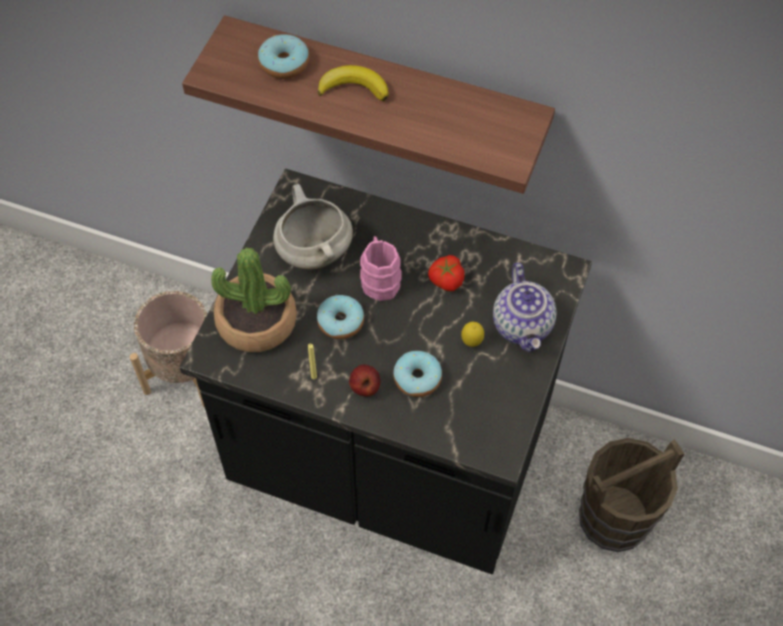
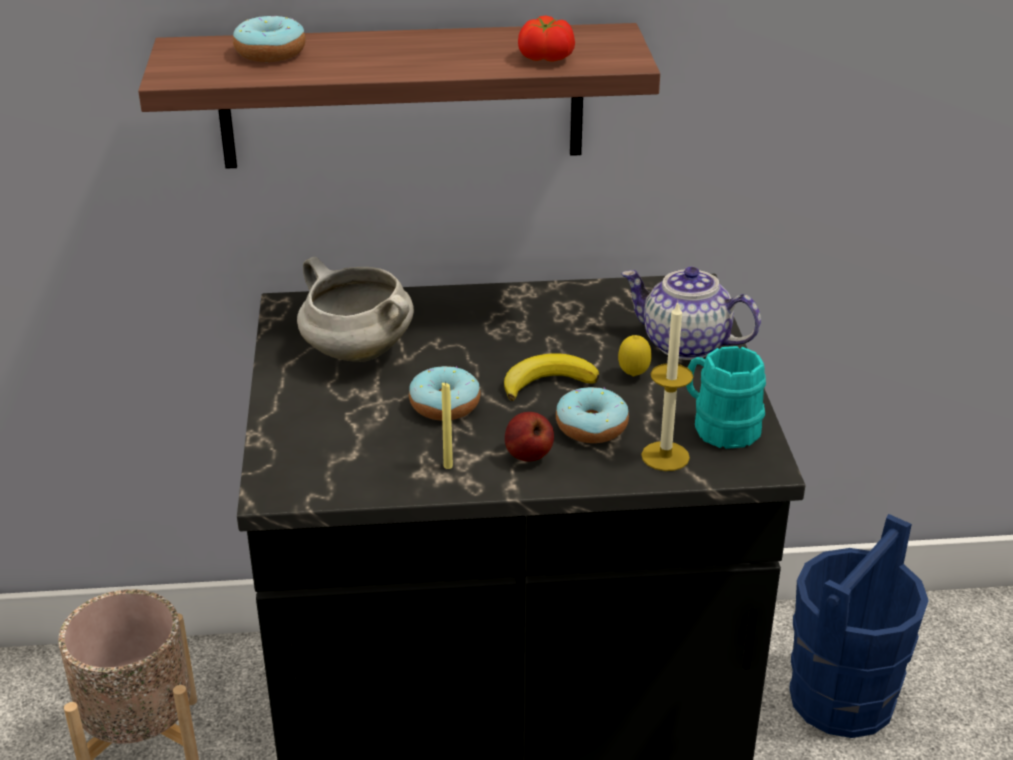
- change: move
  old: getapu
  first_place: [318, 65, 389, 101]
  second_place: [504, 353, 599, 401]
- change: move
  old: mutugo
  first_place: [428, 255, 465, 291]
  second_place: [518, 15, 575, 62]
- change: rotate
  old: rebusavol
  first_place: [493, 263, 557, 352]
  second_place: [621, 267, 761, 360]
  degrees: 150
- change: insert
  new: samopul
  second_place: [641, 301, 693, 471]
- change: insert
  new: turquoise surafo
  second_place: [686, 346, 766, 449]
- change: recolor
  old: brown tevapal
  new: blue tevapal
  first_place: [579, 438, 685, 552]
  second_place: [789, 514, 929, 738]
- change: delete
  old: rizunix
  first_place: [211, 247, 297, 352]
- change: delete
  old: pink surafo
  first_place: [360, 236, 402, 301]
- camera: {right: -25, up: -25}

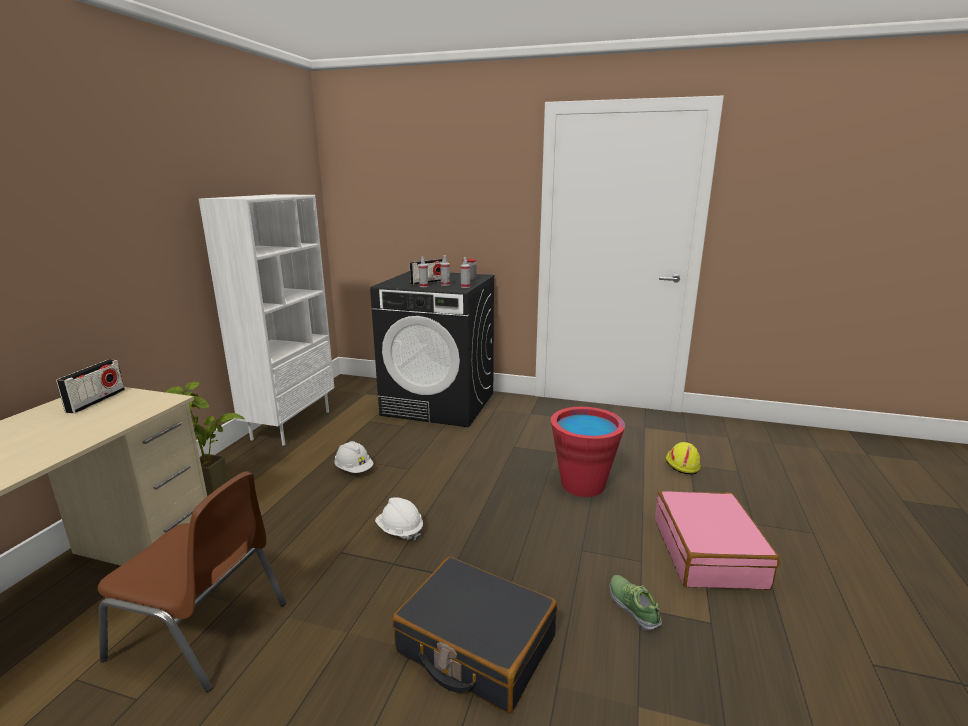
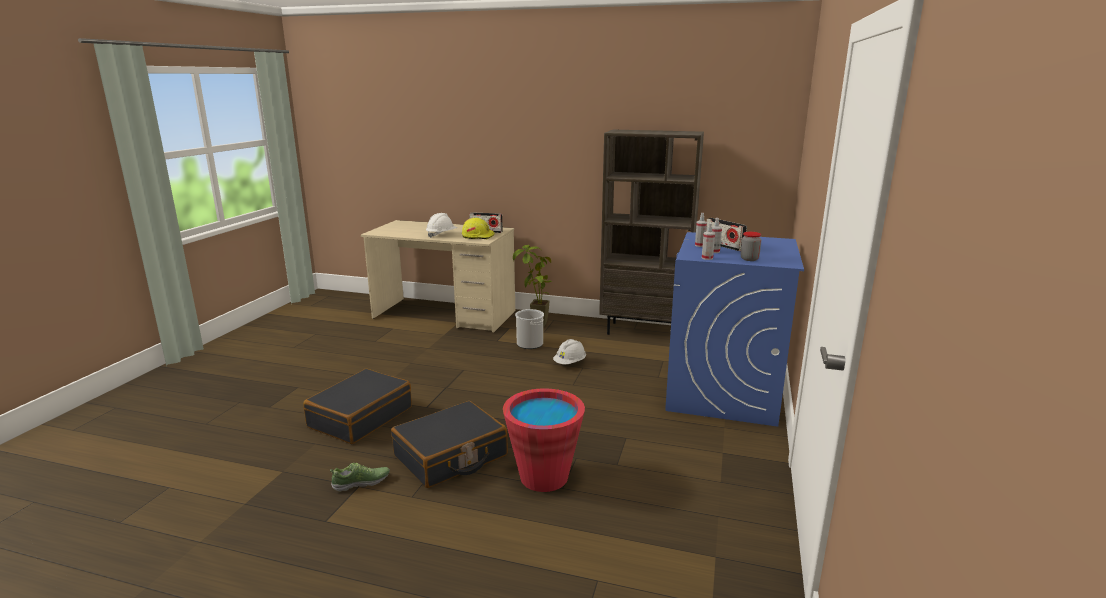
- change: insert
  new: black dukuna
  second_place: [391, 401, 508, 488]
- change: move
  old: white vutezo
  first_place: [375, 497, 423, 540]
  second_place: [426, 213, 457, 238]
- change: move
  old: yellow vutezo
  first_place: [666, 442, 701, 475]
  second_place: [462, 218, 495, 239]
- change: insert
  new: tevapal
  second_place: [515, 309, 544, 349]
- change: recolor
  old: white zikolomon
  new: brown zikolomon
  first_place: [199, 194, 334, 445]
  second_place: [599, 130, 704, 335]
- change: recolor
  old: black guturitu
  new: blue guturitu
  first_place: [370, 271, 495, 427]
  second_place: [665, 232, 804, 427]
- change: delete
  old: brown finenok
  first_place: [98, 471, 286, 692]
- change: delete
  old: pink dukuna
  first_place: [655, 491, 780, 590]
- camera: {right: 90, up: 0}

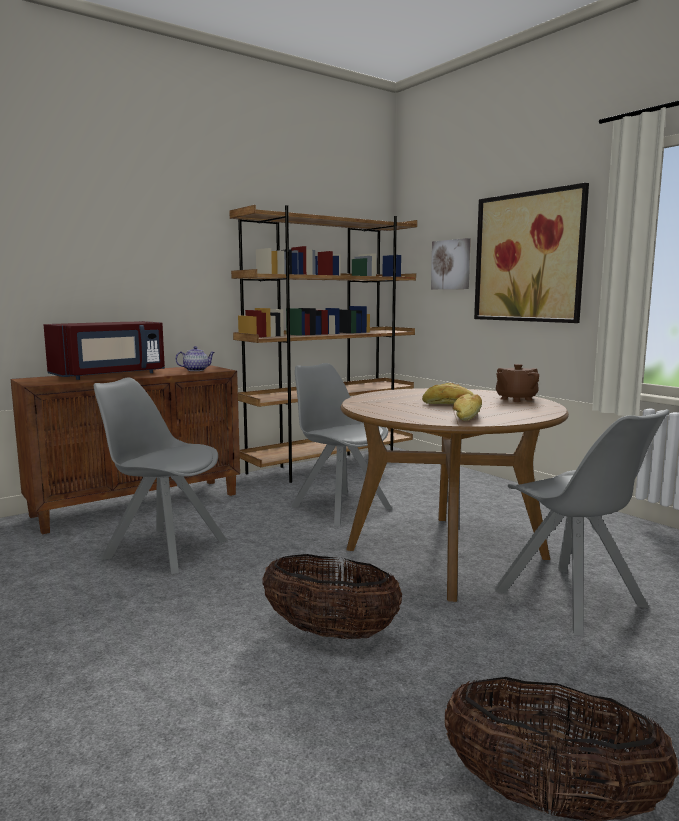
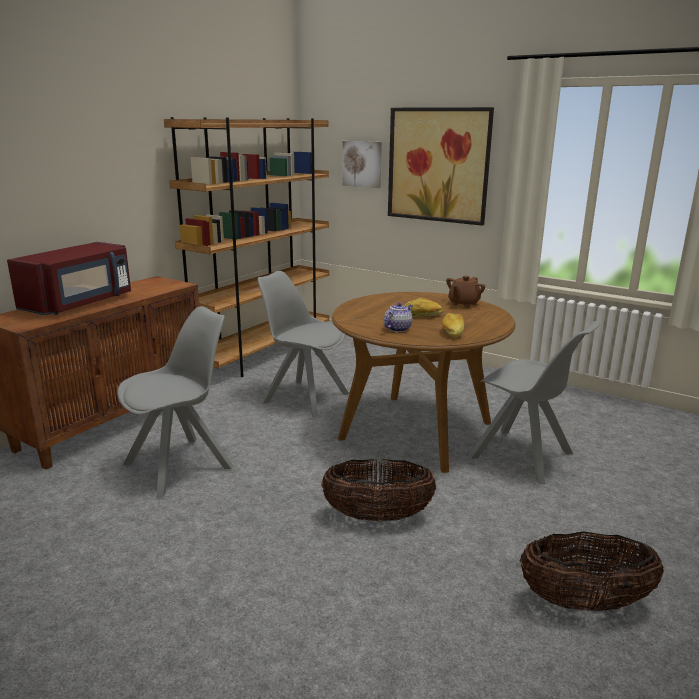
- change: rotate
  old: grey finenok
  first_place: [94, 378, 227, 574]
  second_place: [117, 306, 233, 497]
  degrees: 135
- change: move
  old: rebusavol
  first_place: [175, 346, 215, 371]
  second_place: [384, 302, 413, 332]
- camera: {right: -20, up: 10}

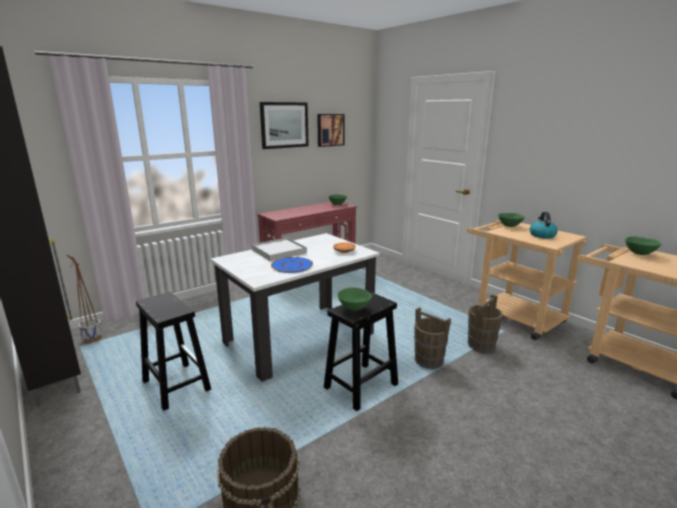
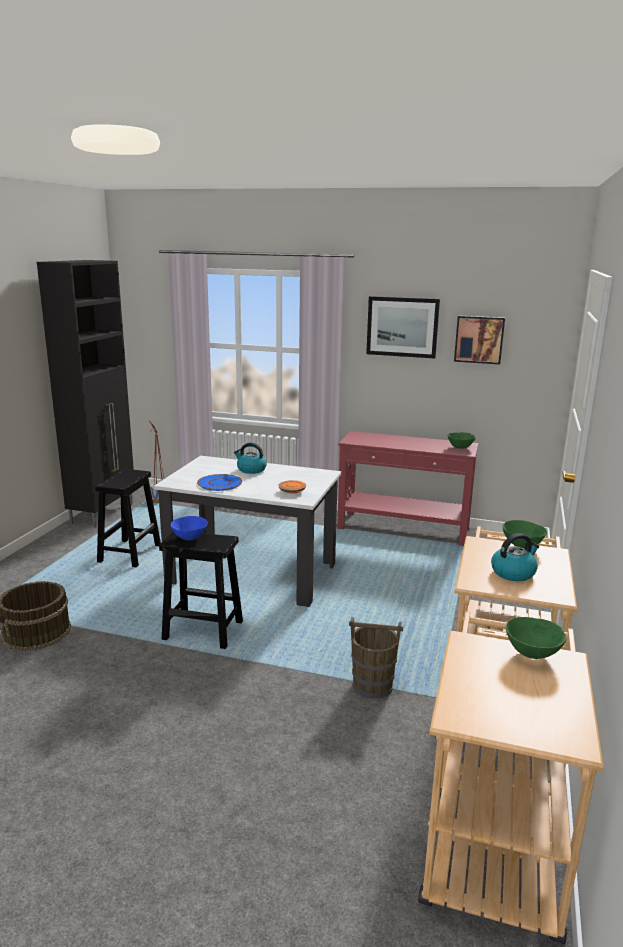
- change: recolor
  old: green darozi
  new: blue darozi
  first_place: [337, 288, 372, 311]
  second_place: [170, 516, 208, 540]
- change: replace
  old: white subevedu
  new: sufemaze
  first_place: [252, 238, 307, 261]
  second_place: [234, 443, 267, 474]
- change: delete
  old: brown tevapal
  first_place: [414, 307, 451, 369]
- camera: {right: 55, up: 0}

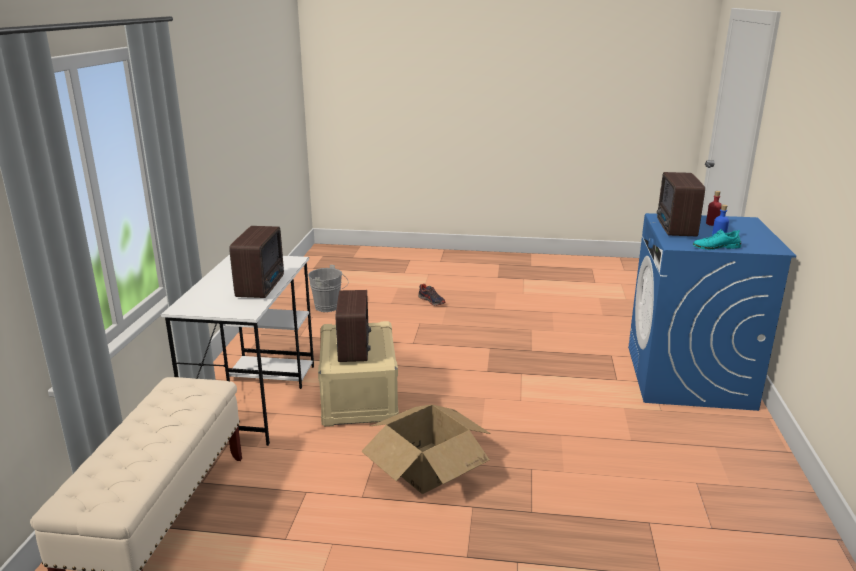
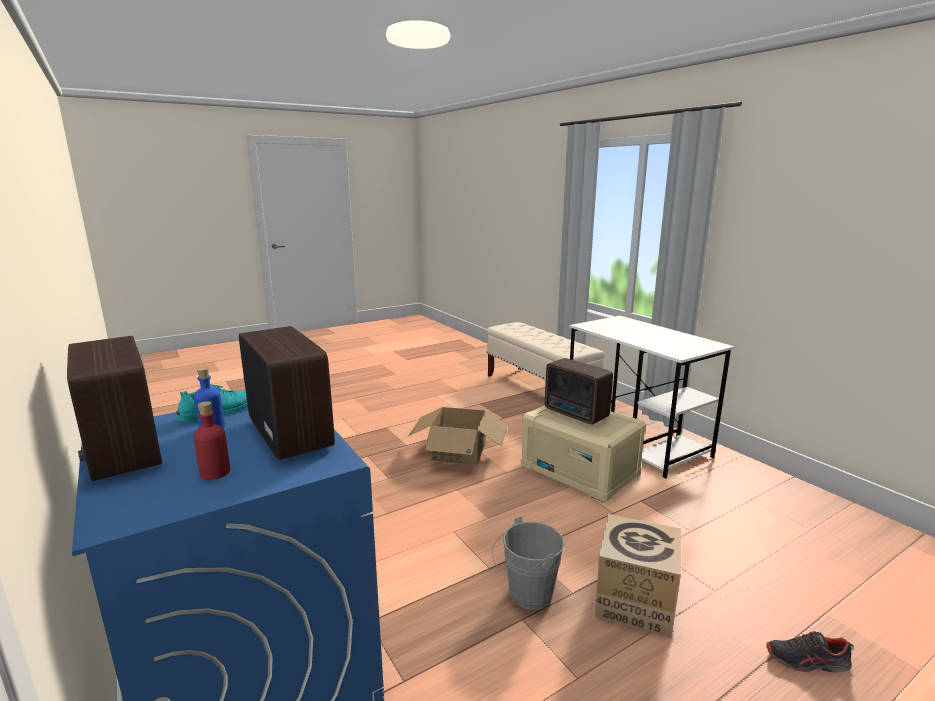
- change: move
  old: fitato
  first_place: [229, 226, 284, 298]
  second_place: [67, 336, 162, 481]
- change: move
  old: grey tevapal
  first_place: [308, 265, 348, 312]
  second_place: [492, 516, 565, 610]
- change: insert
  new: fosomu
  second_place: [595, 514, 681, 639]
- camera: {right: 140, up: -5}

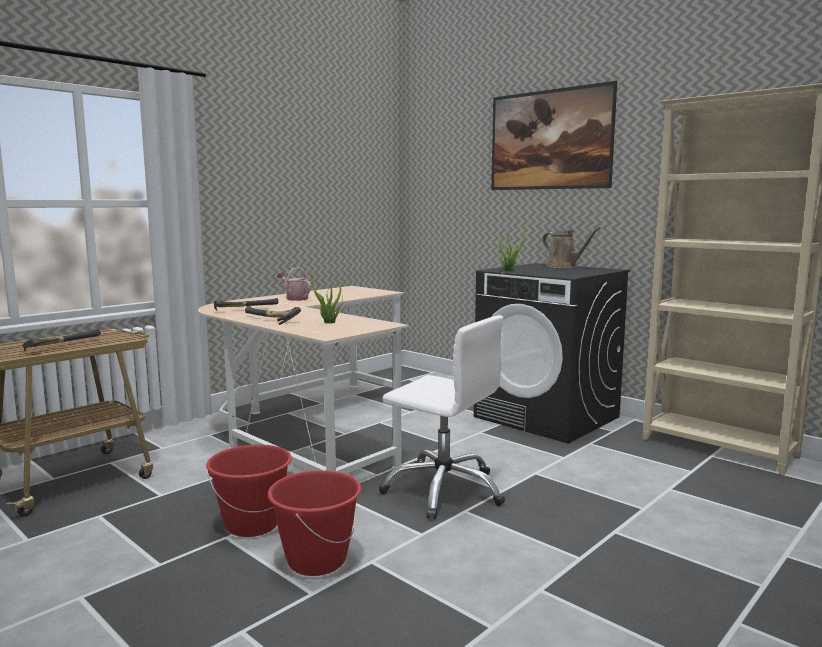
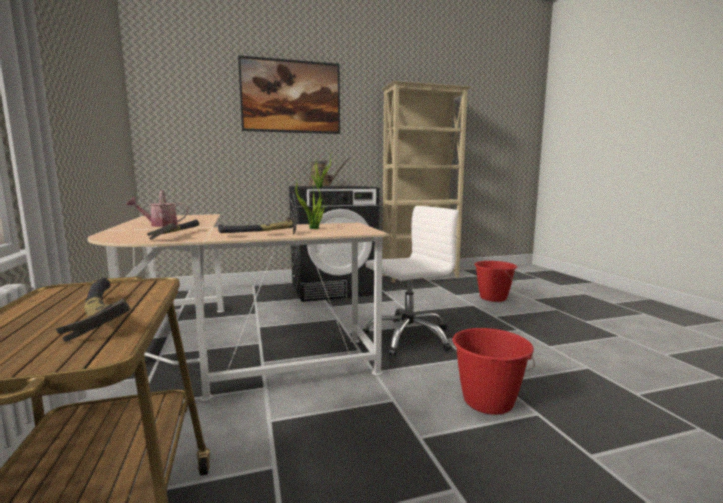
- change: move
  old: red tevapal
  first_place: [206, 445, 294, 537]
  second_place: [474, 261, 517, 302]
- camera: {right: -60, up: 0}

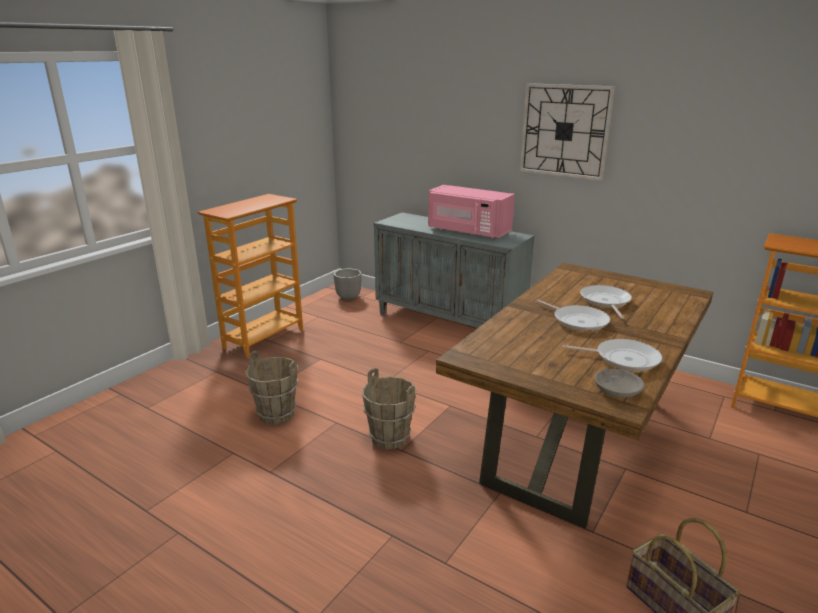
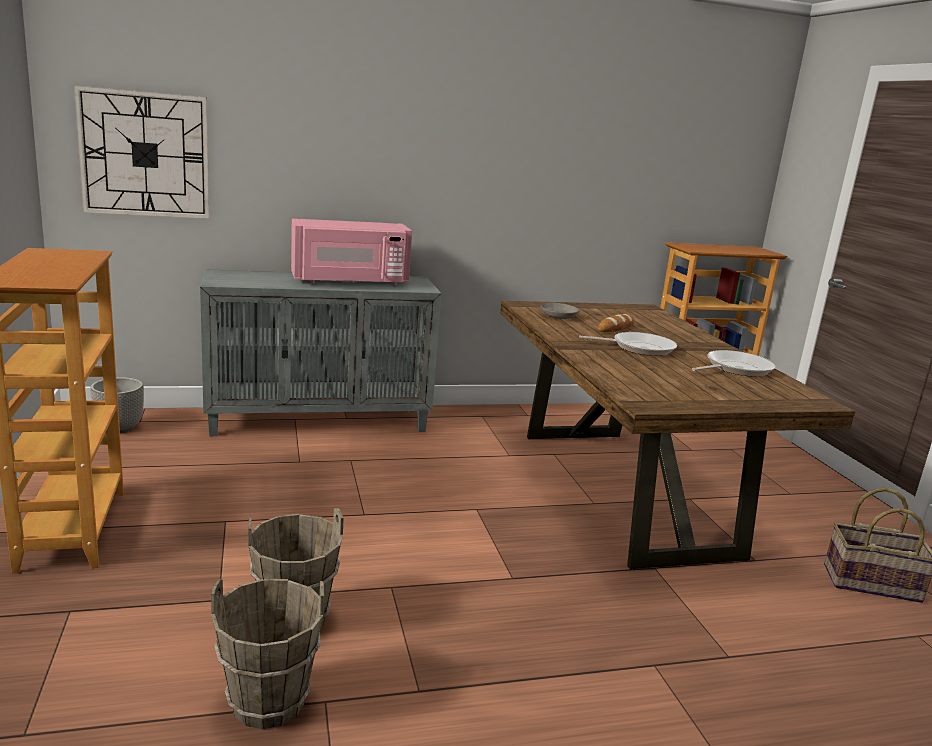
- change: move
  old: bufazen
  first_place: [520, 83, 615, 181]
  second_place: [74, 86, 209, 219]
- change: move
  old: brown tevapal
  first_place: [362, 368, 417, 449]
  second_place: [211, 579, 324, 729]
- change: move
  old: grey darozi
  first_place: [595, 369, 645, 398]
  second_place: [540, 303, 579, 319]
- change: replace
  old: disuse
  new: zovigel
  first_place: [580, 285, 632, 319]
  second_place: [598, 314, 635, 332]
- camera: {right: -50, up: -5}

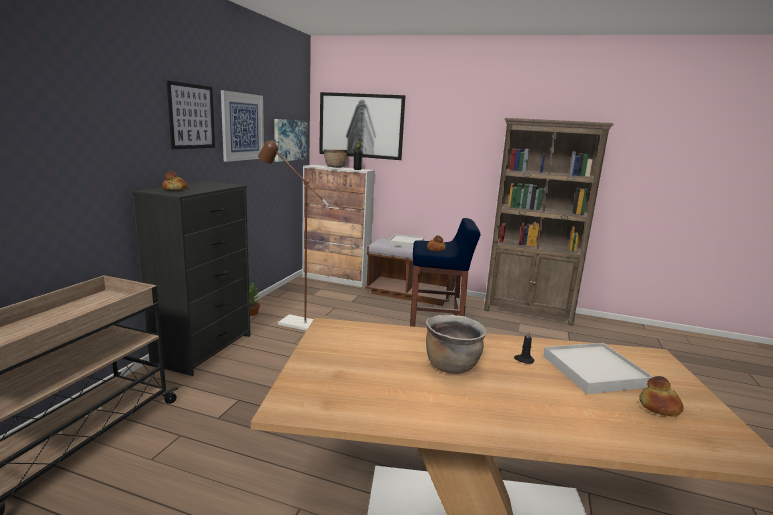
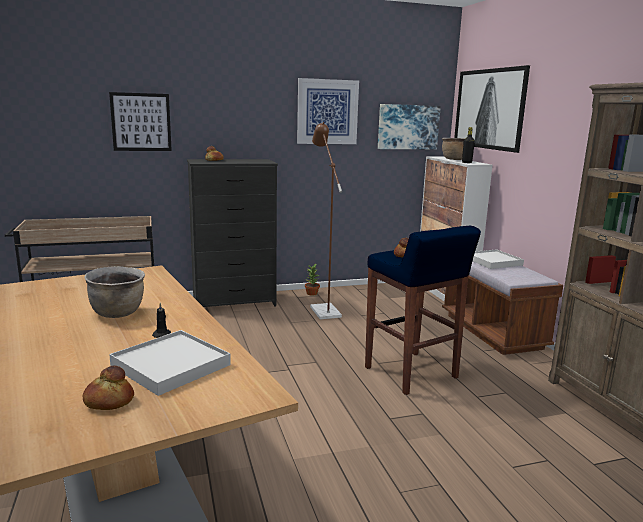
- change: move
  old: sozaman
  first_place: [167, 81, 215, 149]
  second_place: [109, 92, 172, 151]
- camera: {right: 55, up: 0}

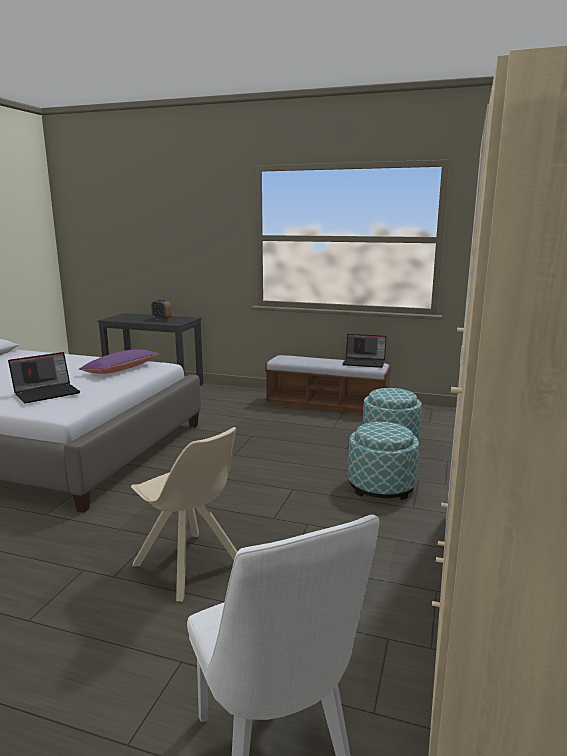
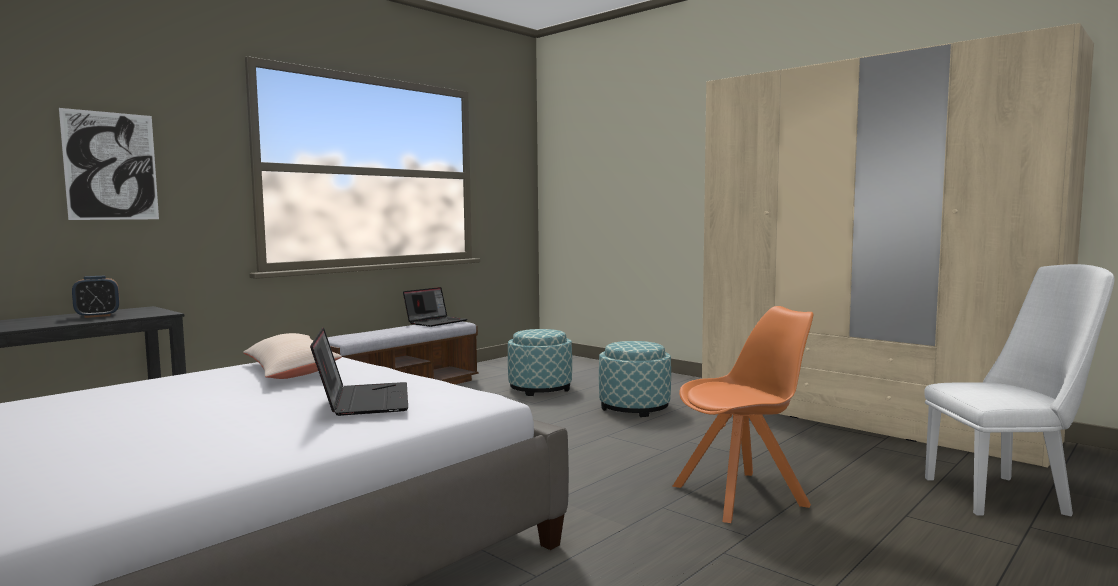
- change: insert
  new: sozaman
  second_place: [59, 108, 159, 220]
- change: recolor
  old: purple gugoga
  new: beige gugoga
  first_place: [79, 349, 160, 374]
  second_place: [243, 333, 342, 379]
- change: recolor
  old: beige finenok
  new: orange finenok
  first_place: [131, 427, 237, 601]
  second_place: [672, 306, 814, 523]
- camera: {right: -65, up: -10}

